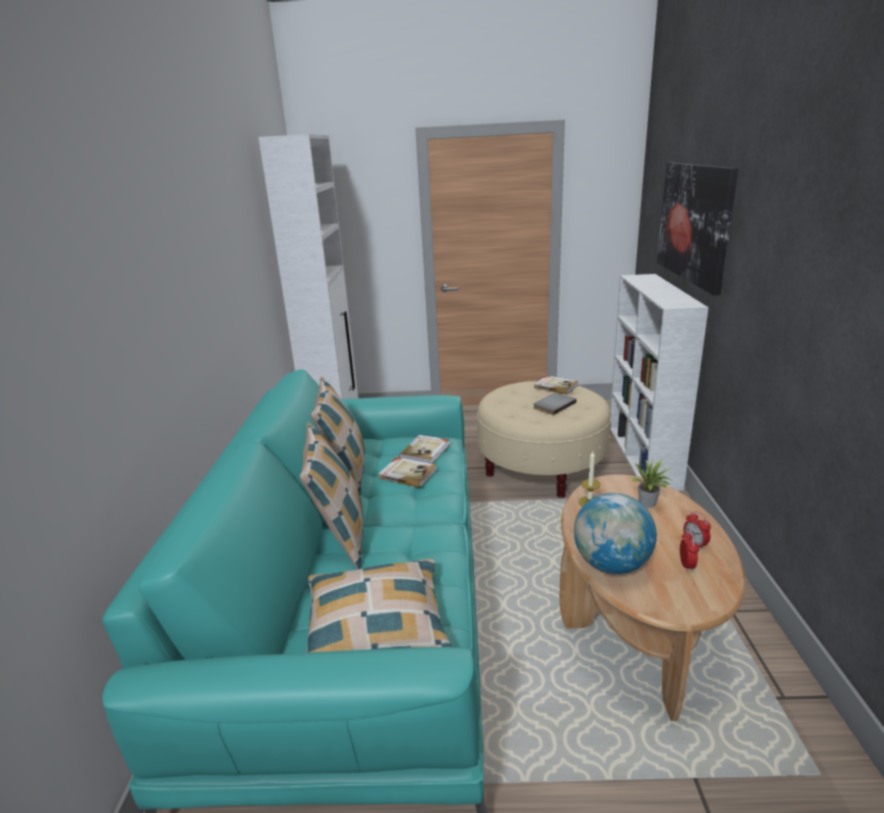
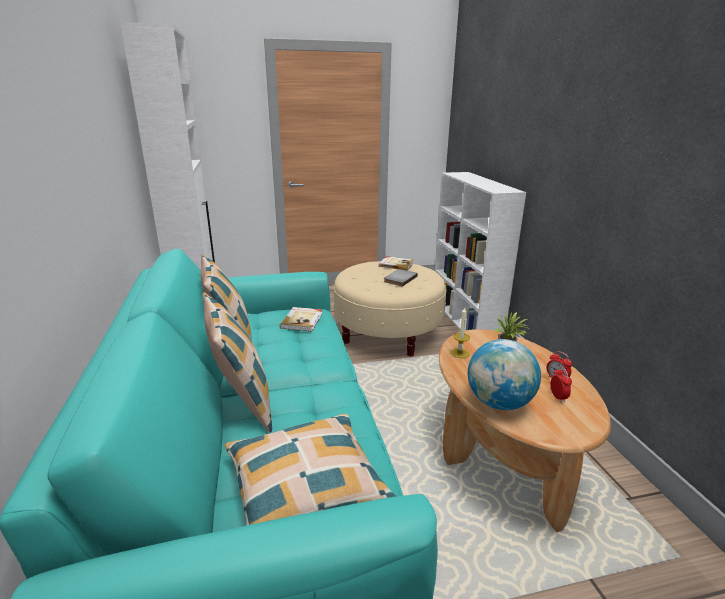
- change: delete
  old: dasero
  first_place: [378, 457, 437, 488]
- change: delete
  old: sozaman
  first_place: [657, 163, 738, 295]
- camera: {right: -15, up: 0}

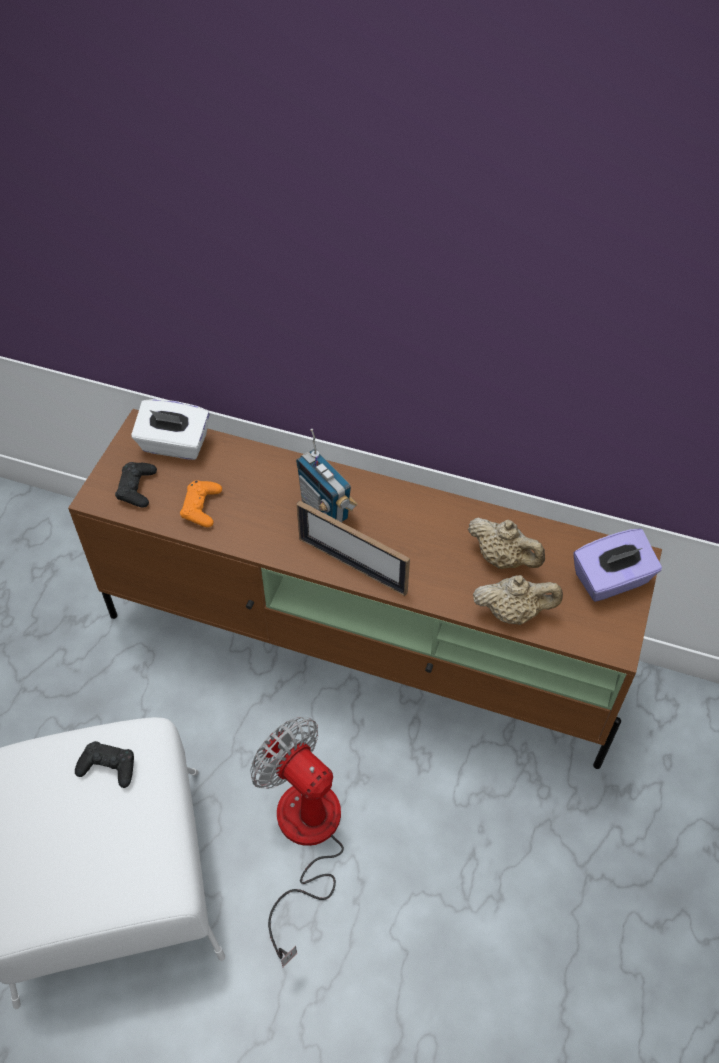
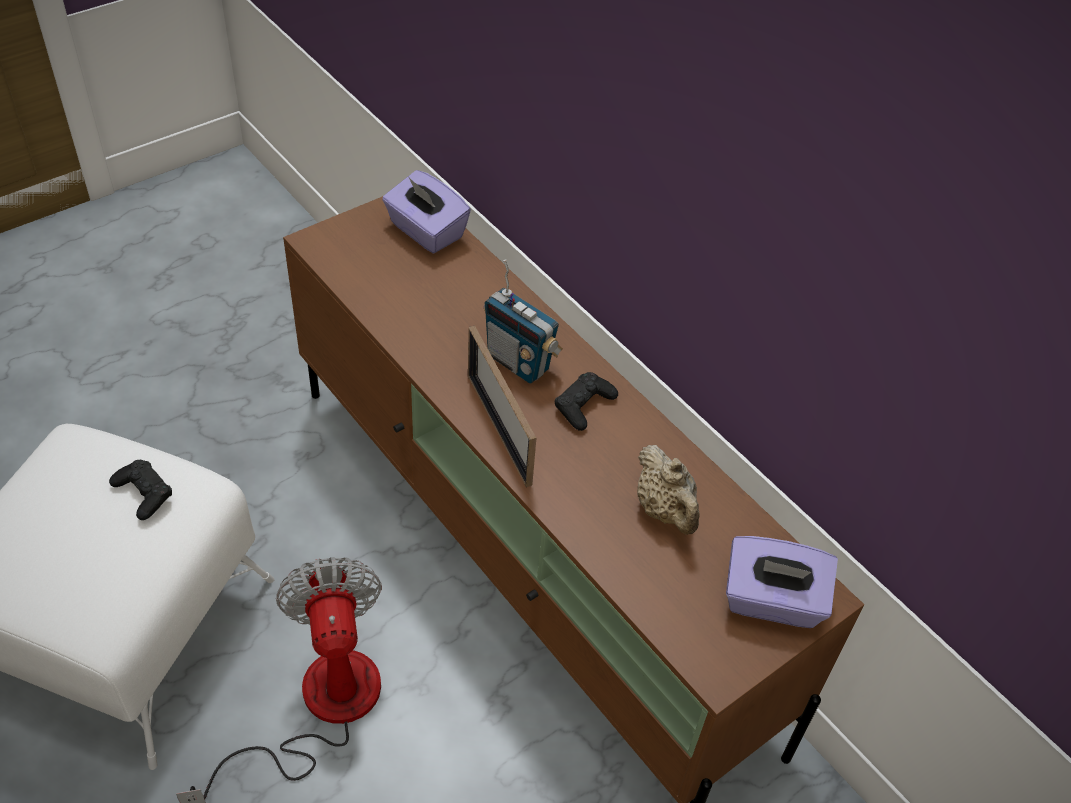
- change: recolor
  old: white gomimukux
  new: purple gomimukux
  first_place: [131, 399, 210, 460]
  second_place: [382, 170, 471, 253]
- change: rotate
  old: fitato
  first_place: [296, 429, 358, 522]
  second_place: [484, 259, 563, 384]
  degrees: -45
- change: move
  old: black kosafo
  first_place: [115, 462, 157, 507]
  second_place: [555, 372, 618, 431]
- change: delete
  old: orange kosafo
  first_place: [180, 480, 222, 527]
- change: delete
  old: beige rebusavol
  first_place: [473, 575, 563, 625]
- camera: {right: 30, up: -5}

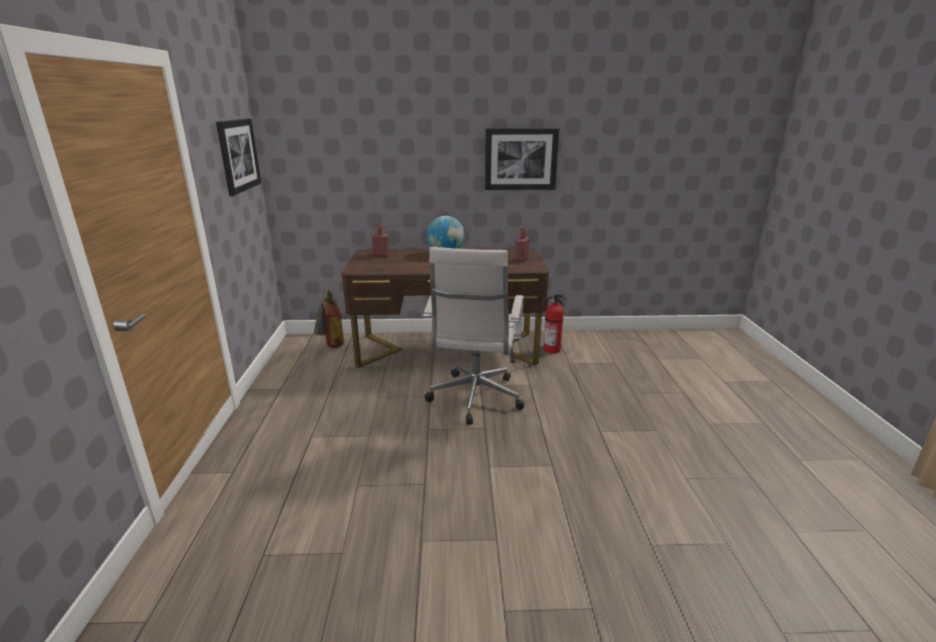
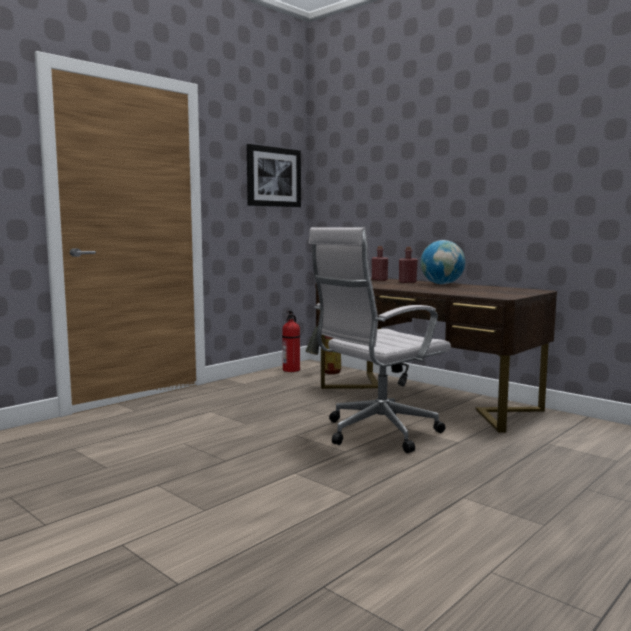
- change: move
  old: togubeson
  first_place: [543, 295, 566, 353]
  second_place: [282, 310, 300, 372]
- change: move
  old: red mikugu
  first_place: [515, 227, 530, 262]
  second_place: [399, 247, 418, 283]
- change: delete
  old: sozaman
  first_place: [485, 128, 559, 190]
- camera: {right: 45, up: -15}

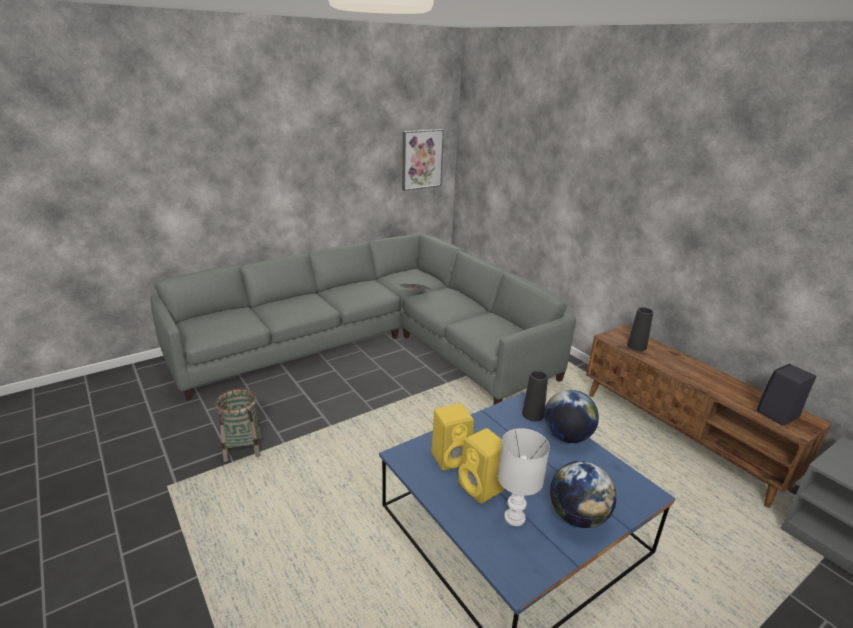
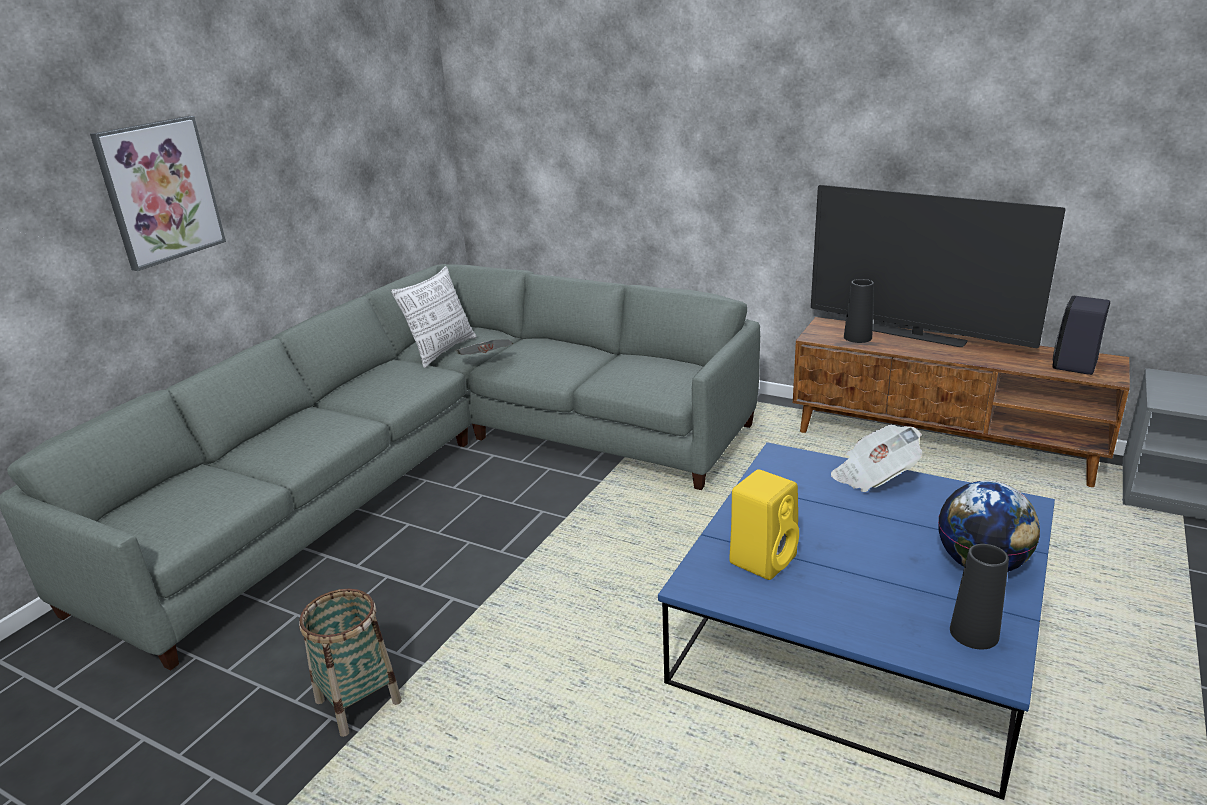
- change: move
  old: sozaman
  first_place: [402, 129, 444, 191]
  second_place: [90, 116, 226, 271]
- change: insert
  new: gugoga
  second_place: [391, 266, 477, 368]
- change: insert
  new: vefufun
  second_place: [811, 185, 1066, 348]
- change: replace
  old: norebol
  new: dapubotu
  first_place: [544, 390, 599, 443]
  second_place: [831, 424, 922, 492]
- change: move
  old: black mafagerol
  first_place: [522, 371, 548, 421]
  second_place: [950, 544, 1009, 649]
- change: delete
  old: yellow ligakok
  first_place: [459, 428, 504, 504]
- change: delete
  old: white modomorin
  first_place: [498, 428, 550, 526]
- camera: {right: -25, up: 0}

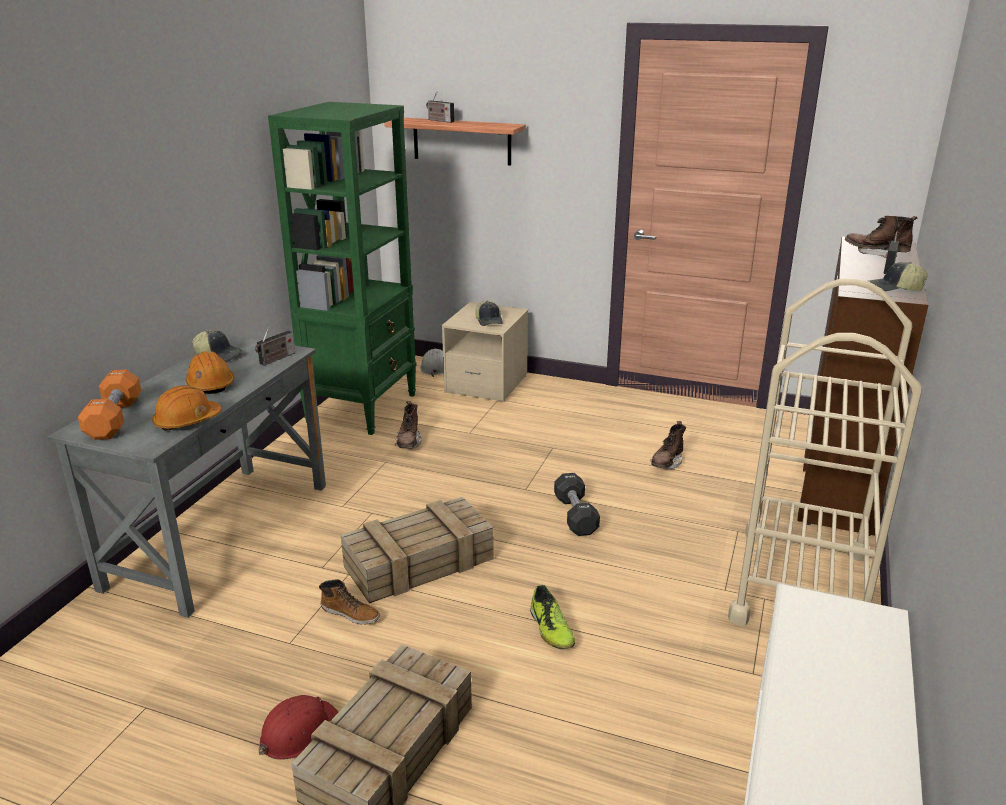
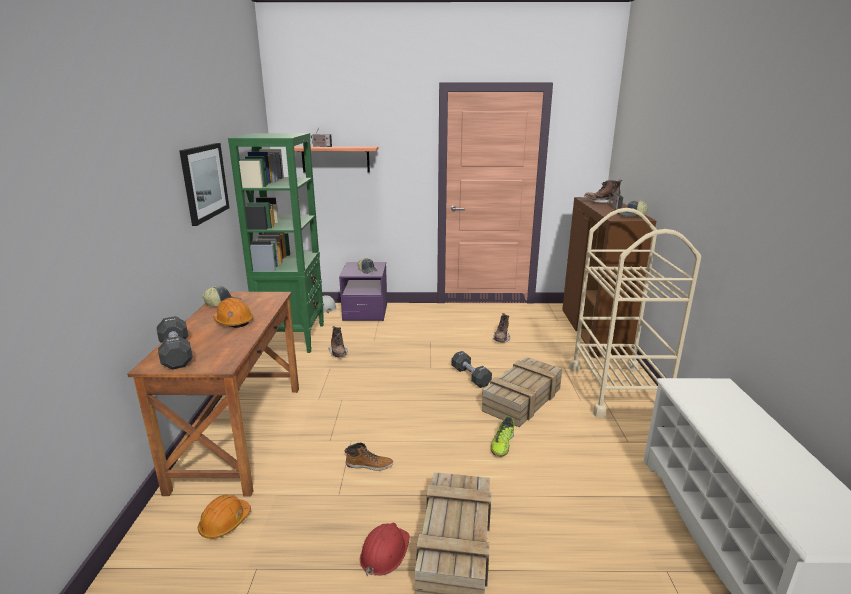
- change: recolor
  old: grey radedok
  new: brown radedok
  first_place: [47, 335, 326, 618]
  second_place: [127, 292, 299, 497]
- change: recolor
  old: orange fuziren
  new: black fuziren
  first_place: [78, 370, 141, 440]
  second_place: [157, 316, 193, 370]
- change: insert
  new: sozaman
  second_place: [179, 143, 229, 226]
- change: move
  old: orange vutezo
  first_place: [152, 385, 222, 431]
  second_place: [198, 495, 251, 539]
- change: recolor
  old: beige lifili
  new: purple lifili
  first_place: [442, 302, 528, 402]
  second_place: [339, 262, 387, 321]
- change: move
  old: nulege
  first_place: [341, 497, 494, 603]
  second_place: [482, 357, 562, 427]
- change: rotate
  old: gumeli
  first_place: [530, 585, 575, 649]
  second_place: [491, 416, 514, 456]
  degrees: 60
- change: delete
  old: fitato
  first_place: [255, 327, 295, 366]
- camera: {right: -20, up: -5}

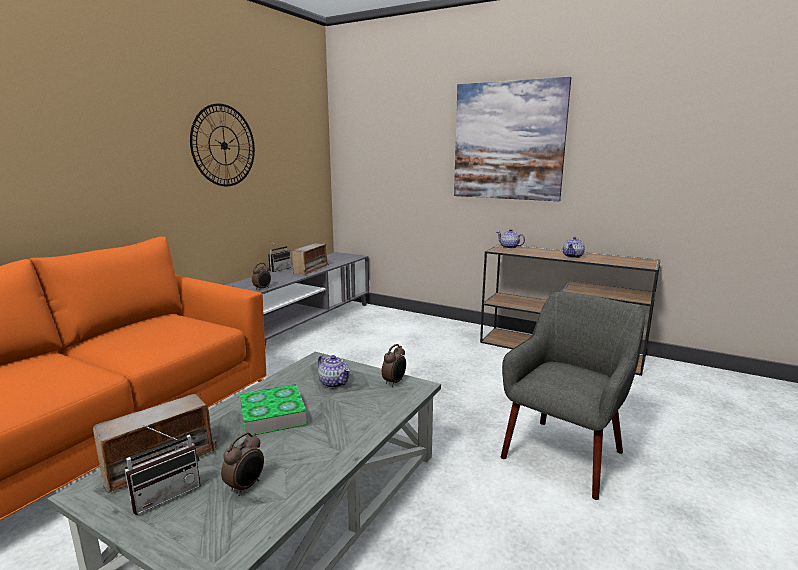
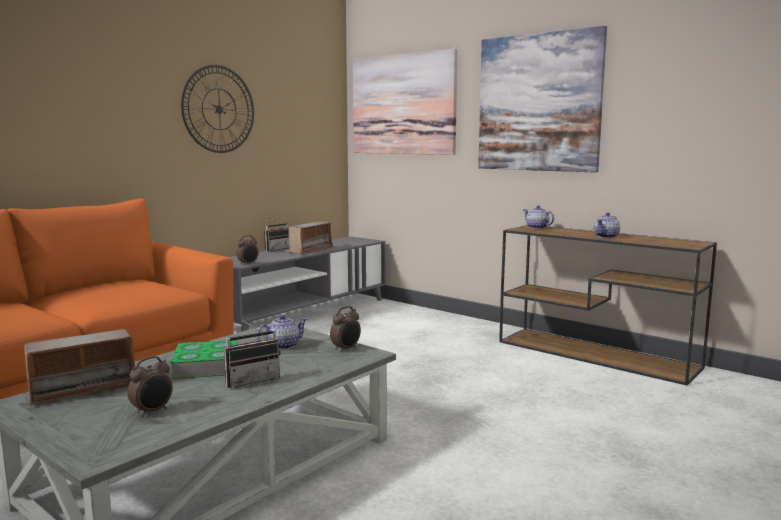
- change: move
  old: fitato
  first_place: [125, 425, 201, 515]
  second_place: [224, 317, 280, 388]
- change: rotate
  old: rebusavol
  first_place: [318, 355, 350, 388]
  second_place: [257, 315, 307, 350]
  degrees: -90
- change: insert
  new: sozaman
  second_place: [353, 49, 458, 155]
- change: delete
  old: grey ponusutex
  first_place: [501, 292, 645, 500]
- camera: {right: 10, up: -5}

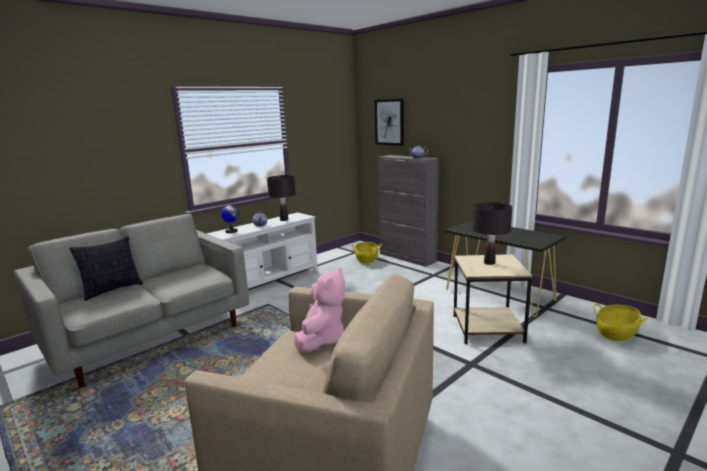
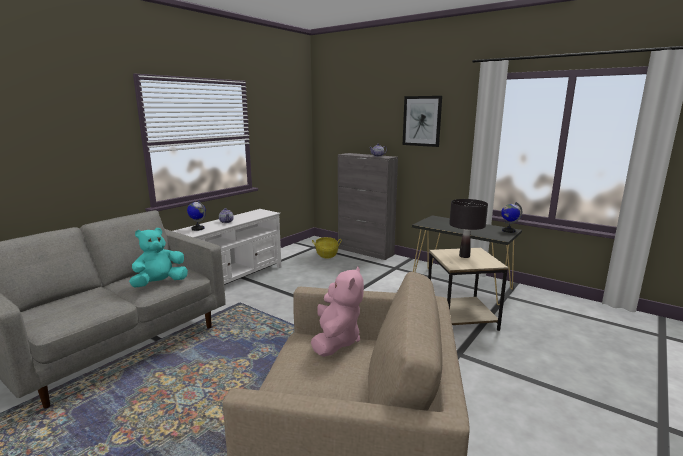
- change: insert
  new: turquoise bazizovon
  second_place: [129, 228, 188, 288]
- change: move
  old: sozaman
  first_place: [375, 99, 404, 146]
  second_place: [403, 96, 442, 147]
- change: insert
  new: norebol
  second_place: [501, 202, 522, 233]
- change: delete
  old: gugoga
  first_place: [69, 236, 143, 301]
- change: delete
  old: black modomorin
  first_place: [267, 175, 296, 221]
- change: delete
  old: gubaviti
  first_place: [593, 304, 648, 341]
- camera: {right: -10, up: 0}

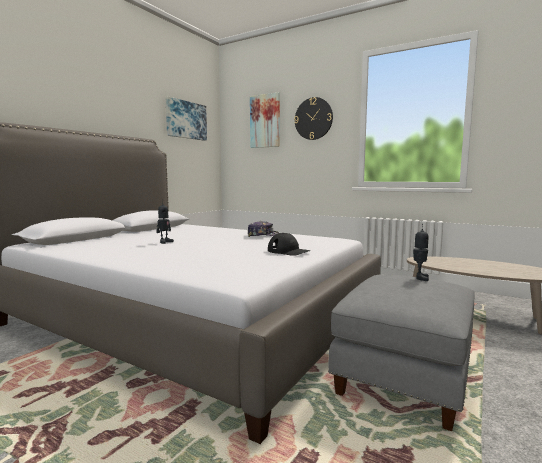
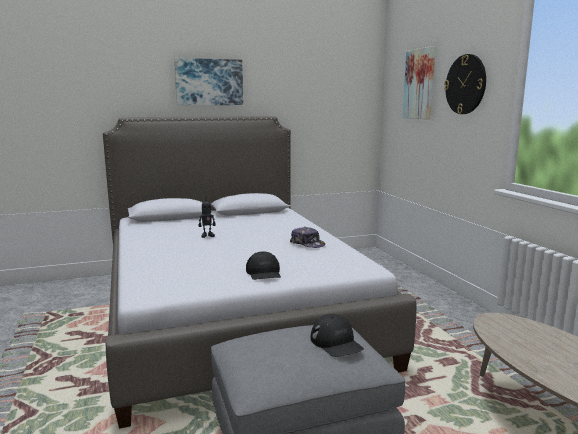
- change: move
  old: sozaman
  first_place: [166, 96, 207, 141]
  second_place: [174, 58, 243, 105]
- change: replace
  old: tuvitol
  new: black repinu
  first_place: [413, 224, 429, 281]
  second_place: [311, 314, 364, 357]
- camera: {right: 40, up: 5}

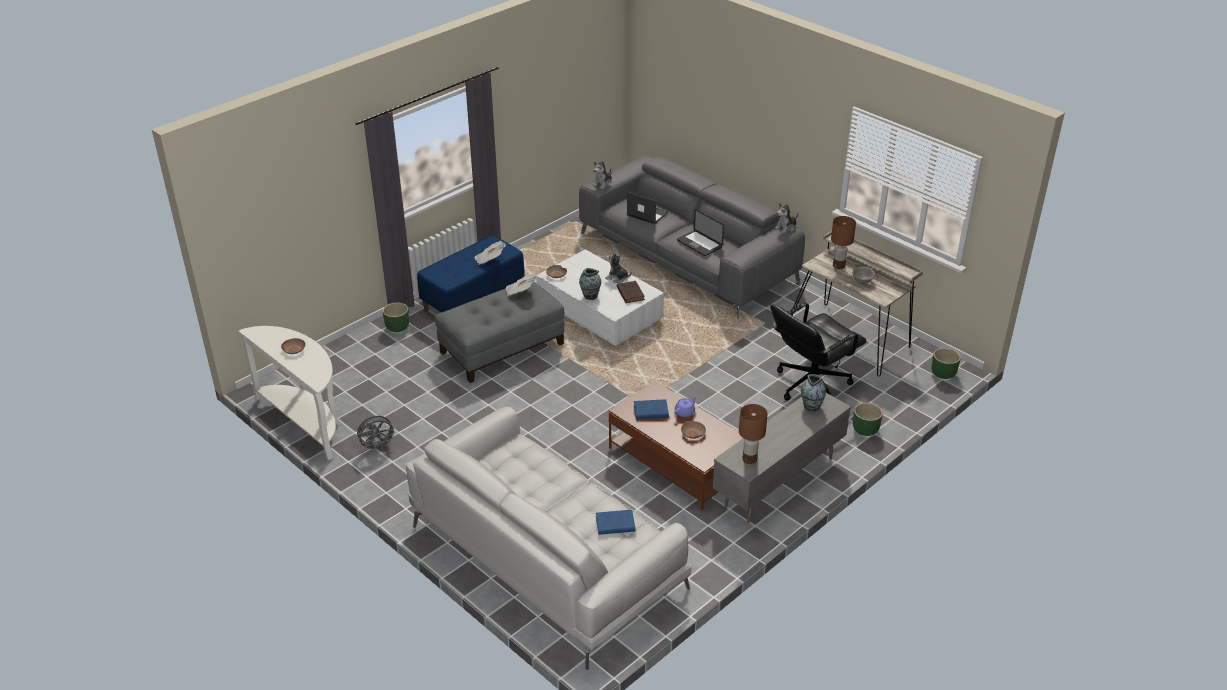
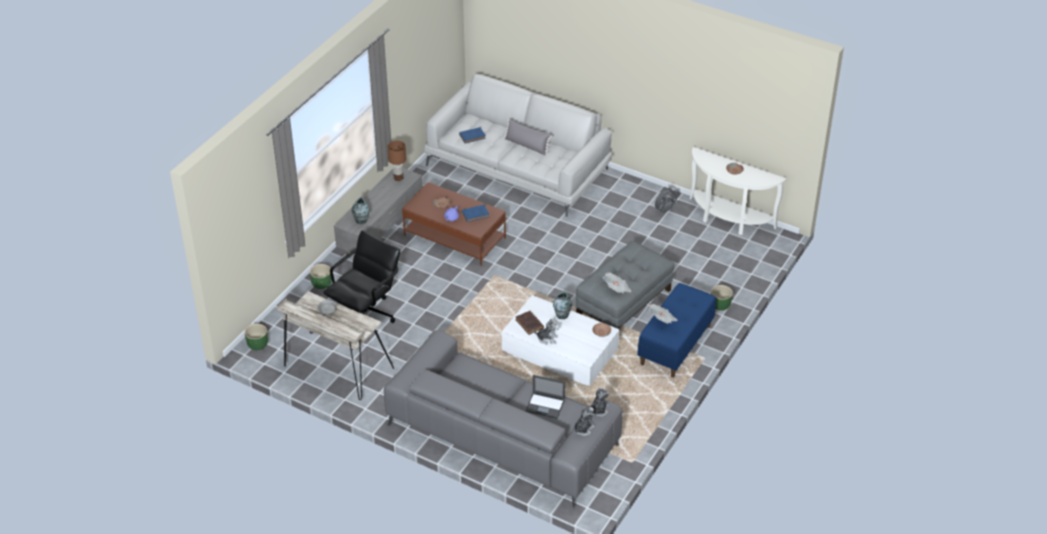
- change: insert
  new: grey gugoga
  second_place: [504, 119, 552, 155]
- change: move
  old: bazizovon
  first_place: [774, 203, 798, 233]
  second_place: [574, 407, 595, 436]
- change: delete
  old: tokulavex
  first_place: [677, 209, 724, 256]
- change: delete
  old: brown modomorin
  first_place: [831, 216, 856, 269]
- camera: {right: 165, up: 5}

